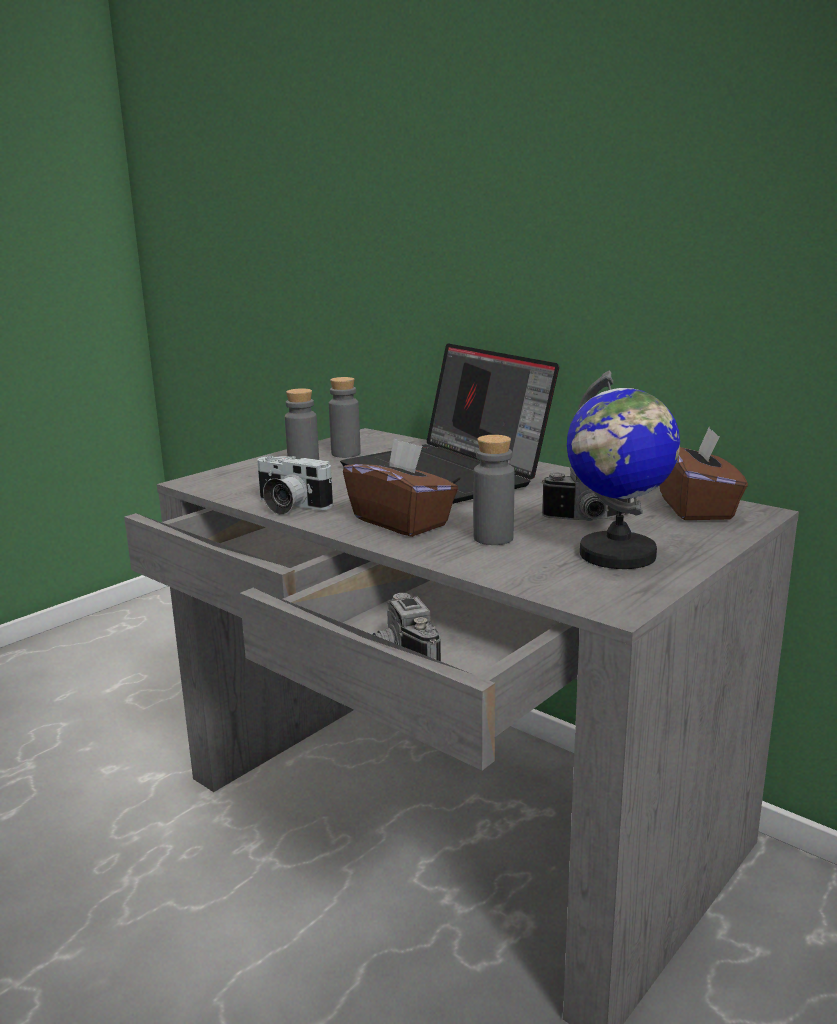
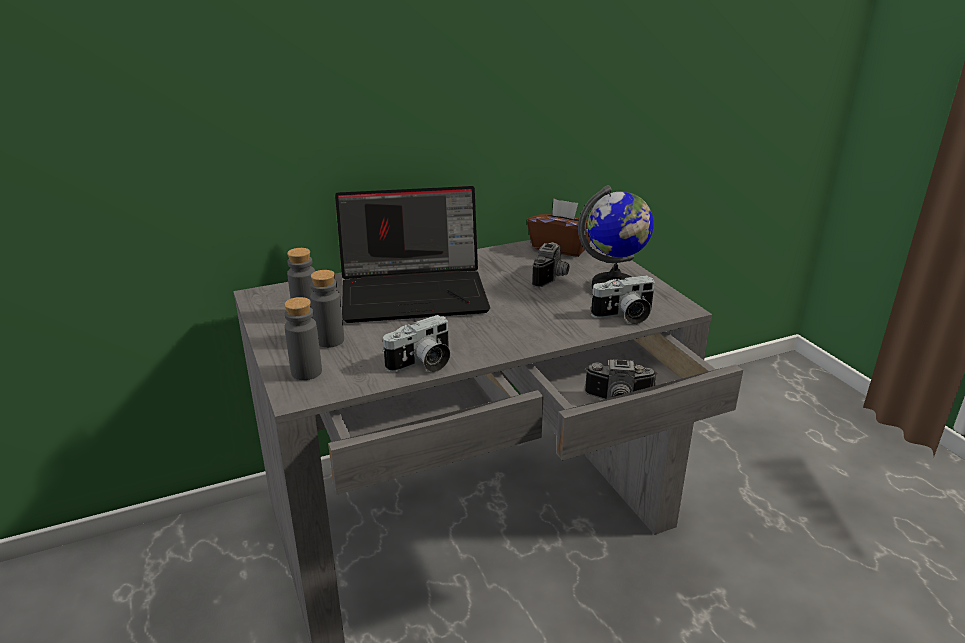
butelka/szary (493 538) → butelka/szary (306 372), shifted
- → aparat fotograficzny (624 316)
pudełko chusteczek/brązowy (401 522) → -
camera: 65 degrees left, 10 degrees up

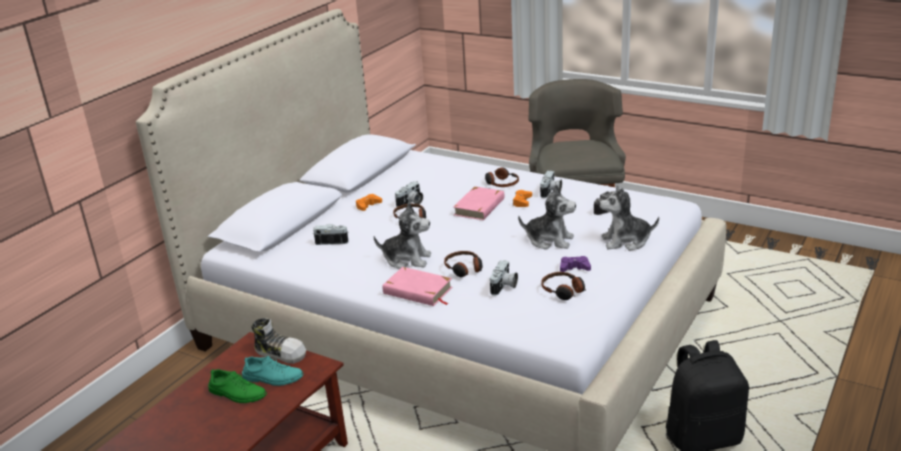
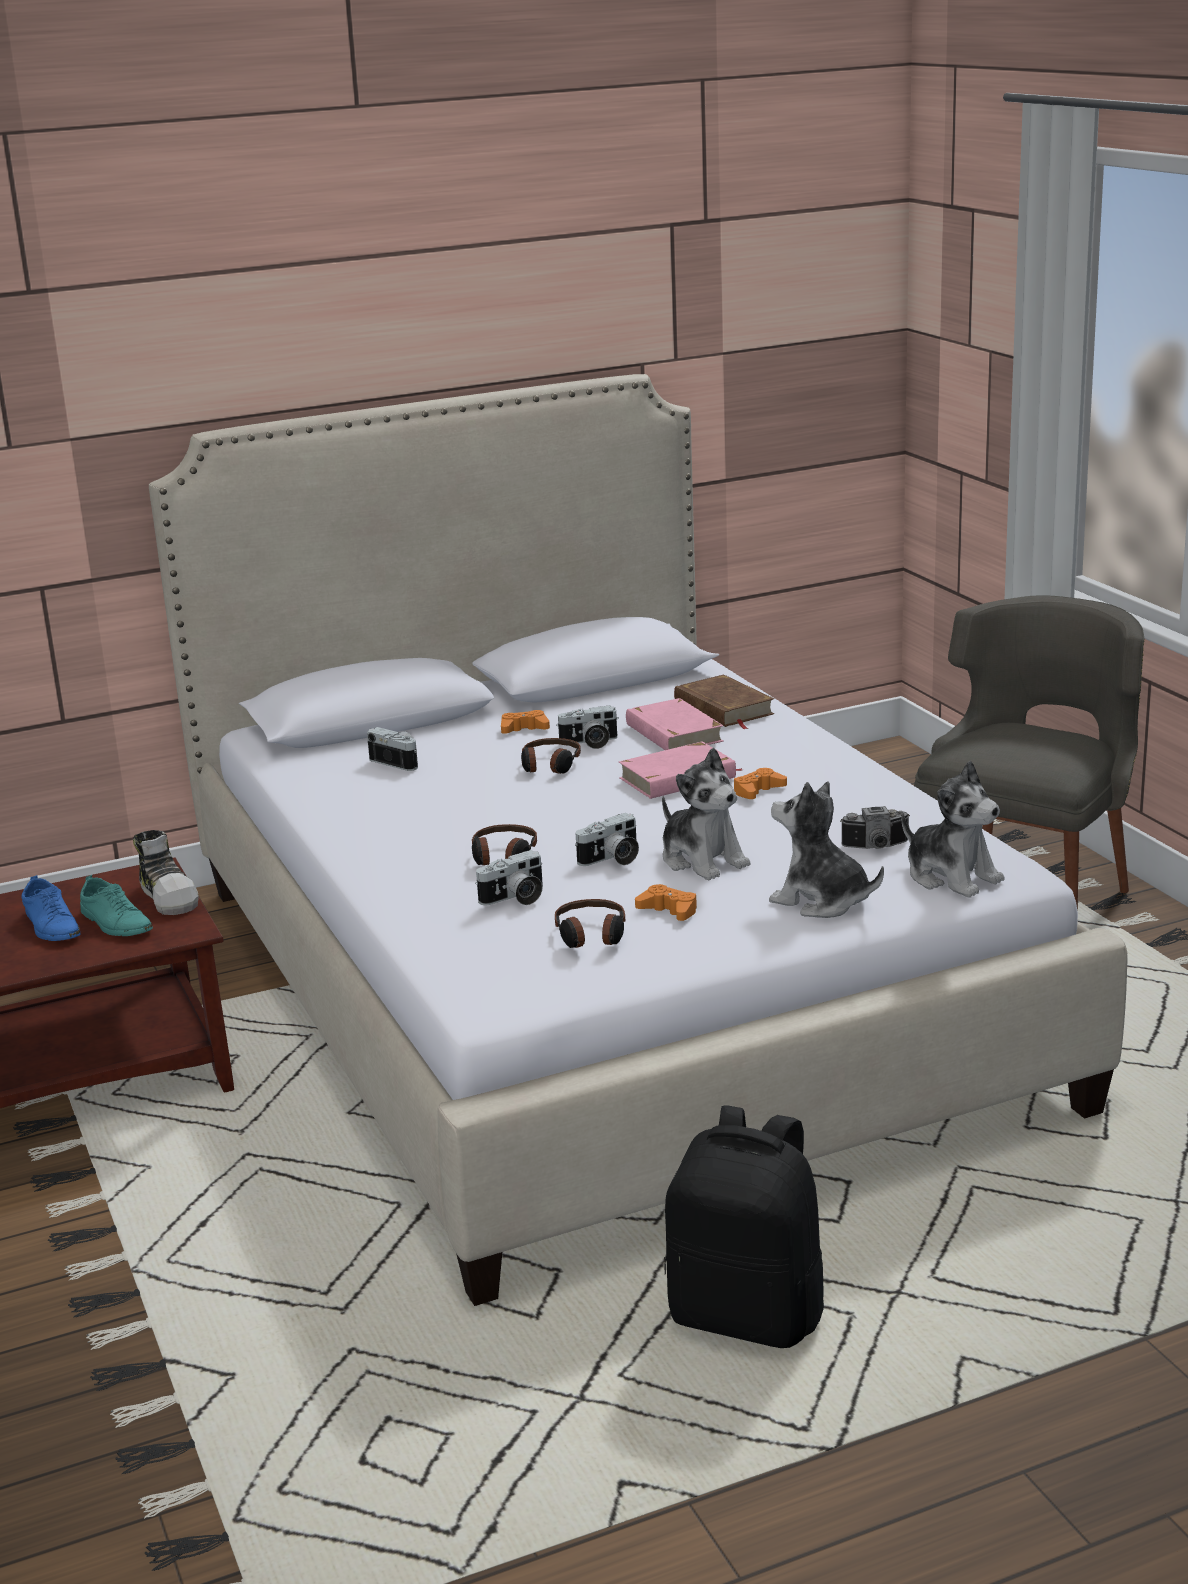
but/zielony (237 394) → but/niebieski (52 925)
aparat fotograficzny (551 192) → aparat fotograficzny (612 859), shifted
książka/różowy (418 291) → książka/różowy (673 733), shifted
pad do gier/fioletowy (574 268) → pad do gier/pomarańczowy (669 910)
- → książka/brązowy (723 708)
pluszak (407 259) → pluszak (952 876), shifted
słuchawki (501 183) → -
camera: 35 degrees right, 5 degrees down

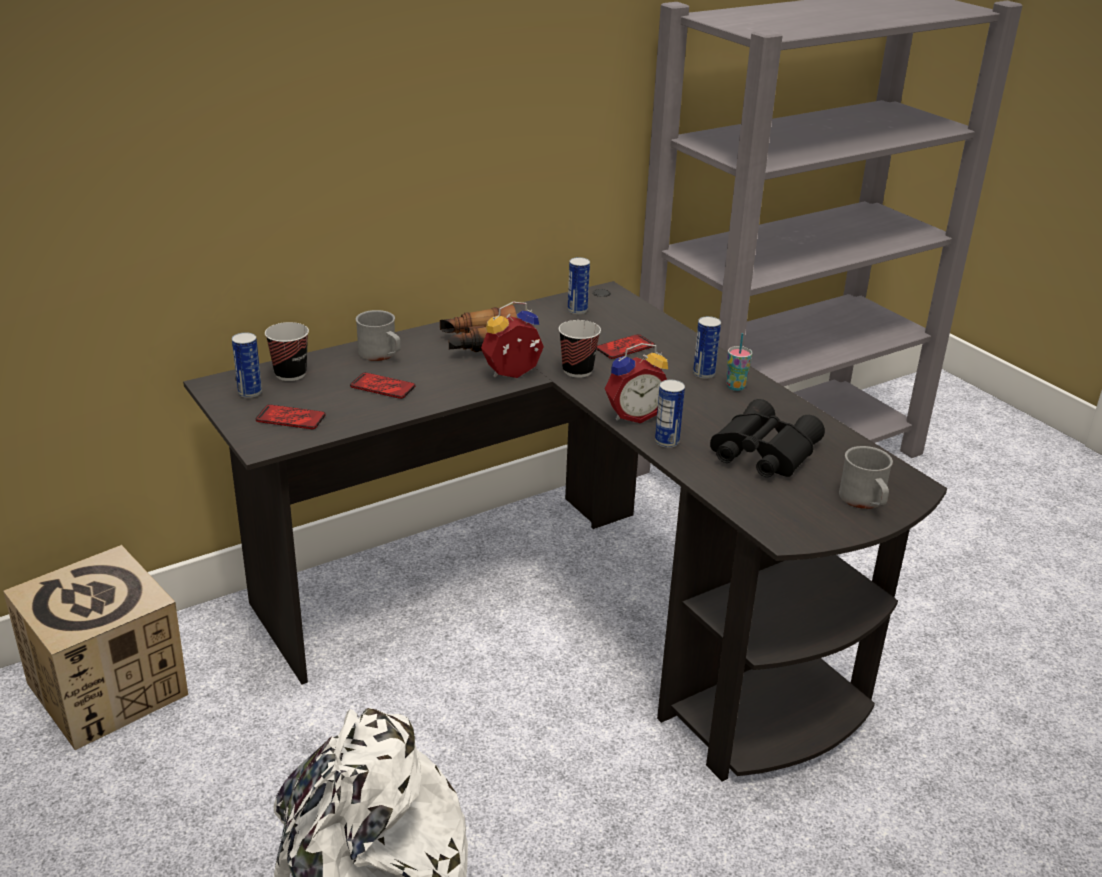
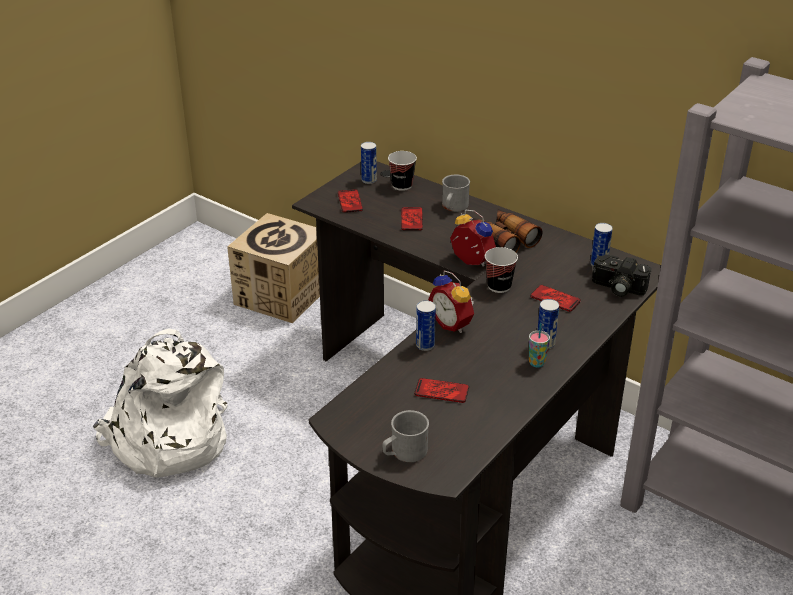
lornetka/czarny (761 452) → telefon (441 391)
- → aparat fotograficzny (617 288)
camera: 70 degrees right, 5 degrees up

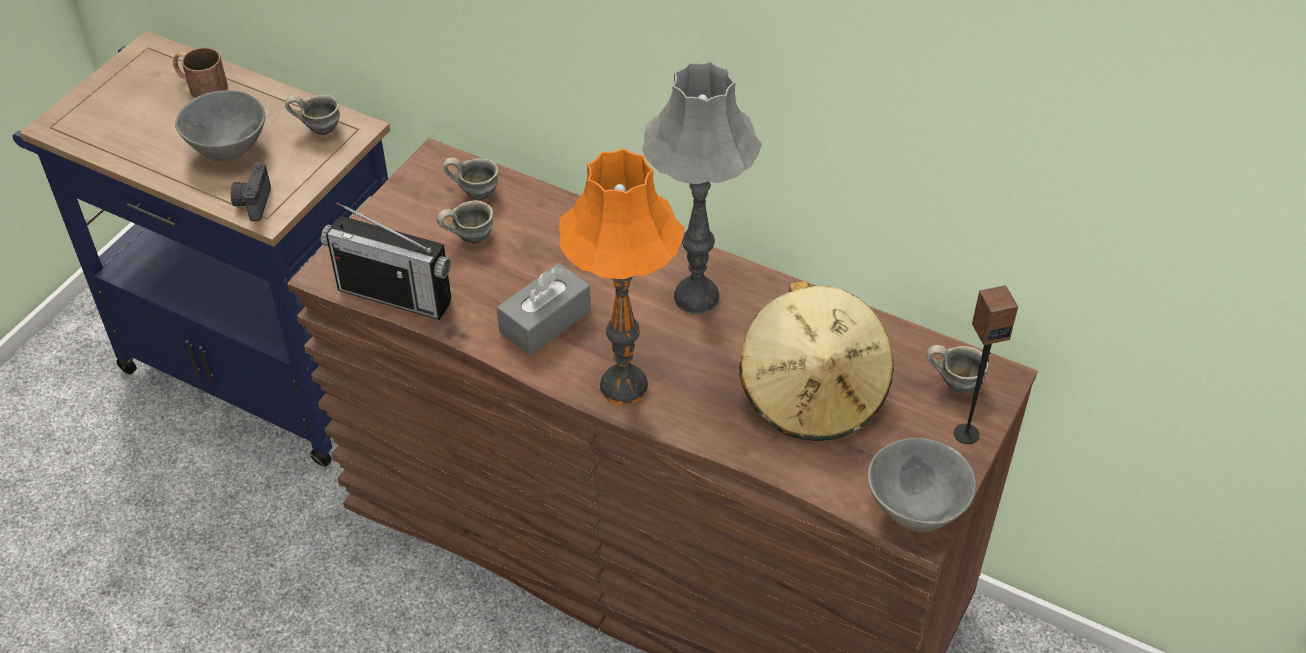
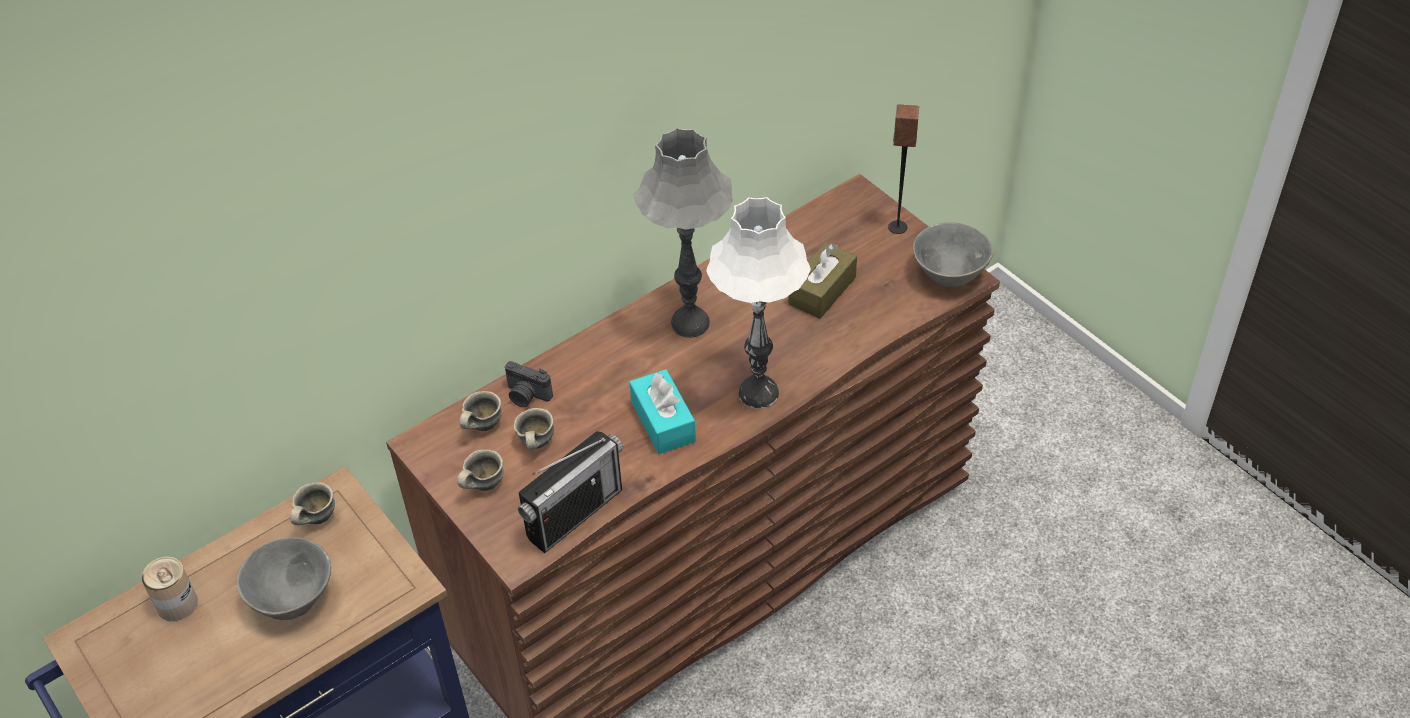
kubek/brązowy (200 85) → puszka (177 604)
kubek/szary (955 381) → kubek/szary (482 485), shifted
aparat fotograficzny (252 203) → aparat fotograficzny (526 396), shifted
pudełko chusteczek/szary (545 321) → pudełko chusteczek/turkusowy (663 421)
lampa stołowa/pomarańczowy (624 386) → lampa stołowa/biały (759 393)
kapelusz/beżowy (813 394) → pudełko chusteczek/brązowy (822 290)
camera: 65 degrees left, 0 degrees up

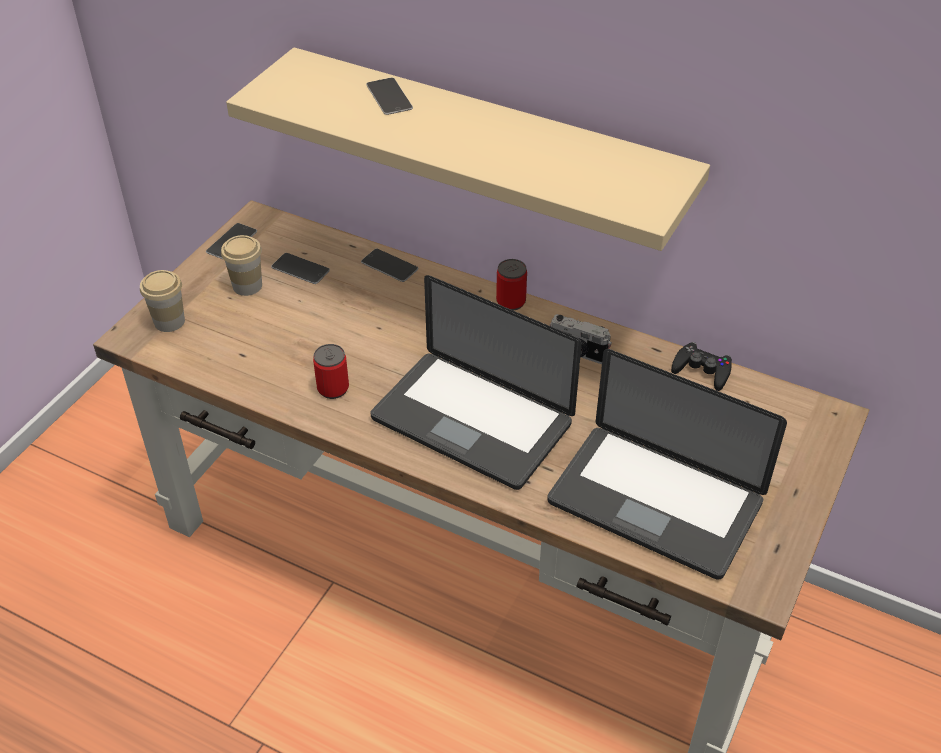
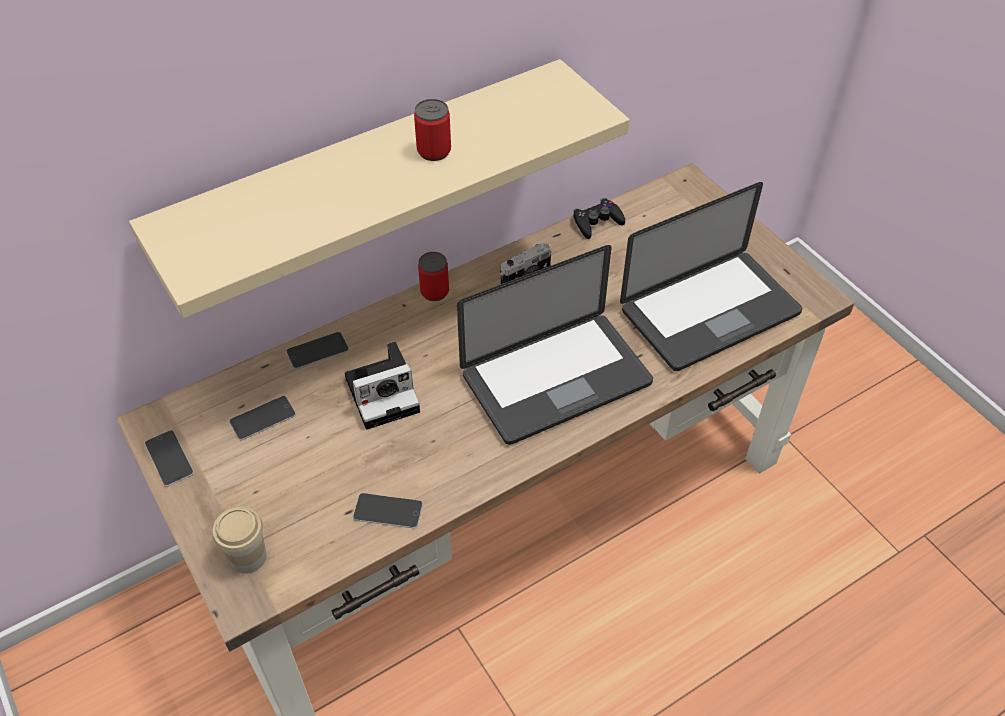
- → aparat fotograficzny (385 393)
telefon (389 96) → telefon (388 511), shifted
puszka (333 388) → puszka (434 151), shifted
filiżanka (247 286) → -
camera: 60 degrees left, 5 degrees up

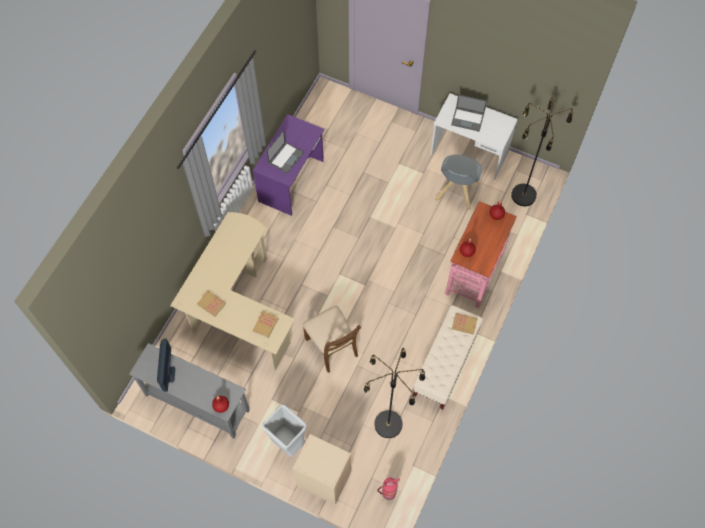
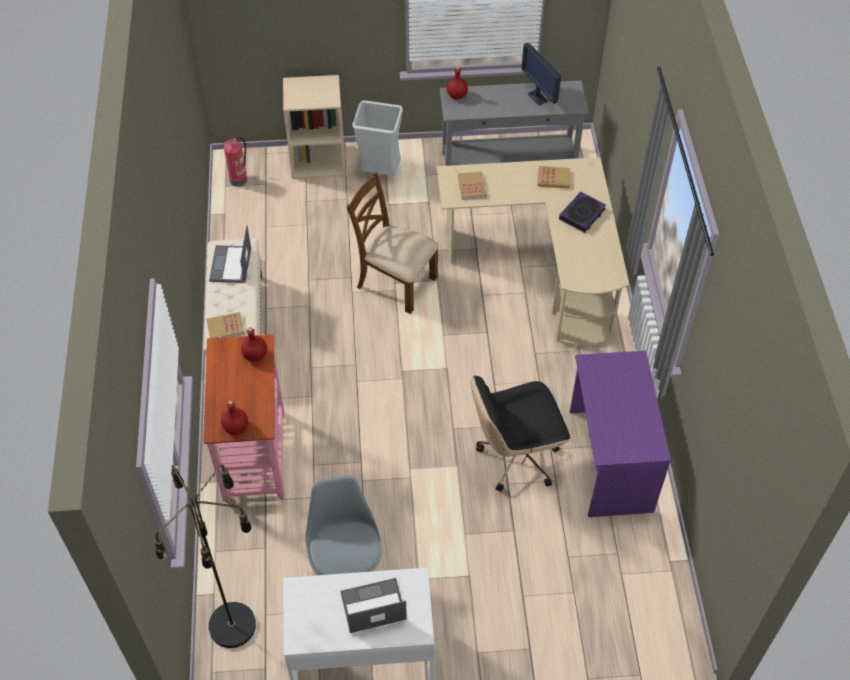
laptop (286 157) → laptop (230 265), shifted
- → krzesło biurowe/czarny (515 459)
- → książka (582 214)
lampa stojąca (388 424) → -
camera: 150 degrees right, 10 degrees down

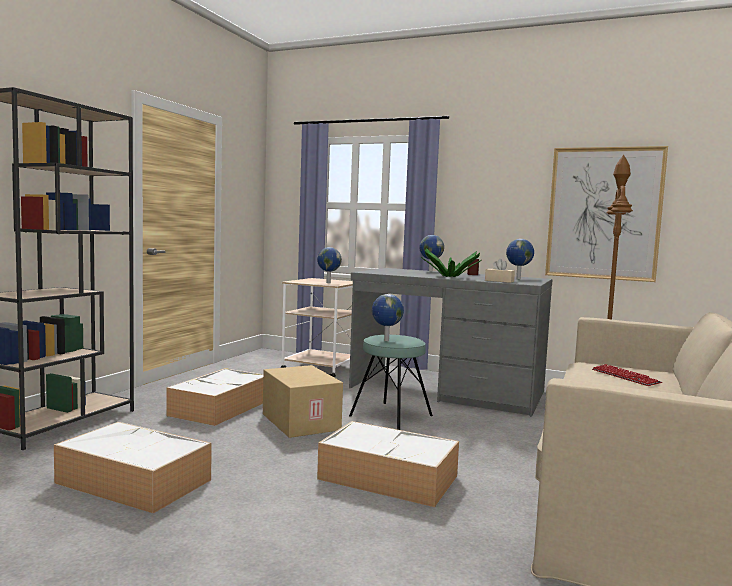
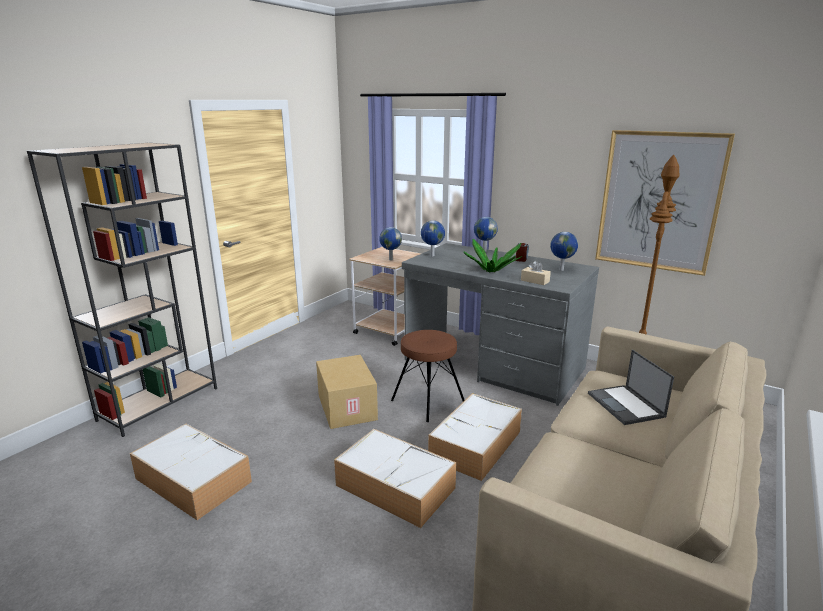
stołek/turkusowy (391 416) → stołek/brązowy (428 401)
globus (385 340) → globus (432 255), shifted
pojemnik do przechowywania (219 408) → pojemnik do przechowywania (475 446), shifted
klawiatura (625 377) → laptop (626 405)
camera: 10 degrees right, 15 degrees up

